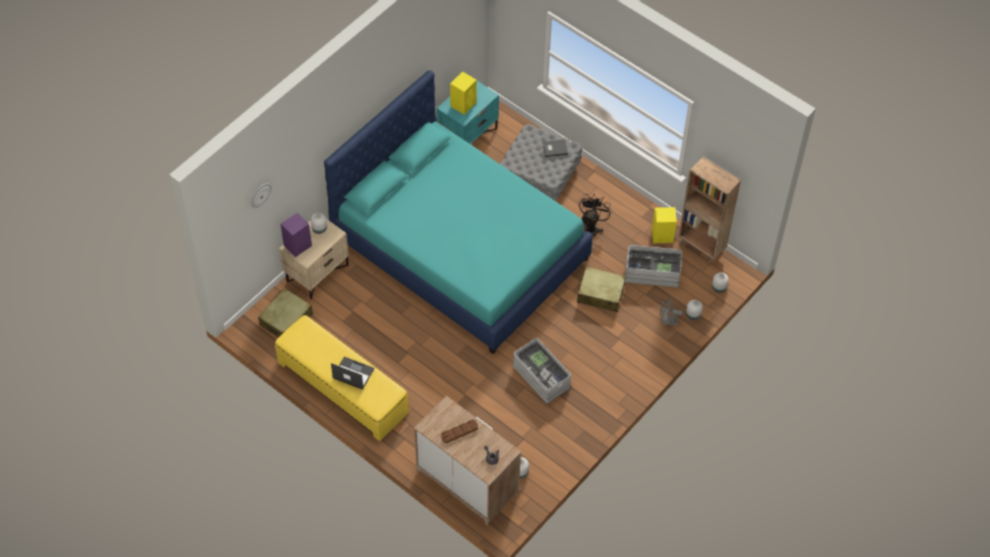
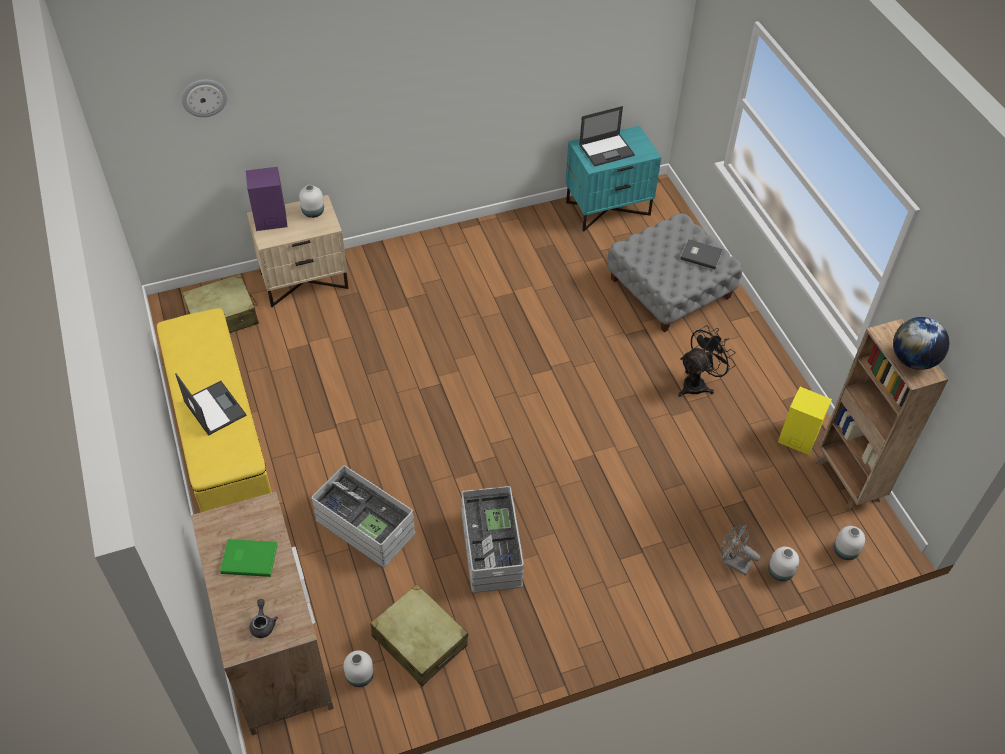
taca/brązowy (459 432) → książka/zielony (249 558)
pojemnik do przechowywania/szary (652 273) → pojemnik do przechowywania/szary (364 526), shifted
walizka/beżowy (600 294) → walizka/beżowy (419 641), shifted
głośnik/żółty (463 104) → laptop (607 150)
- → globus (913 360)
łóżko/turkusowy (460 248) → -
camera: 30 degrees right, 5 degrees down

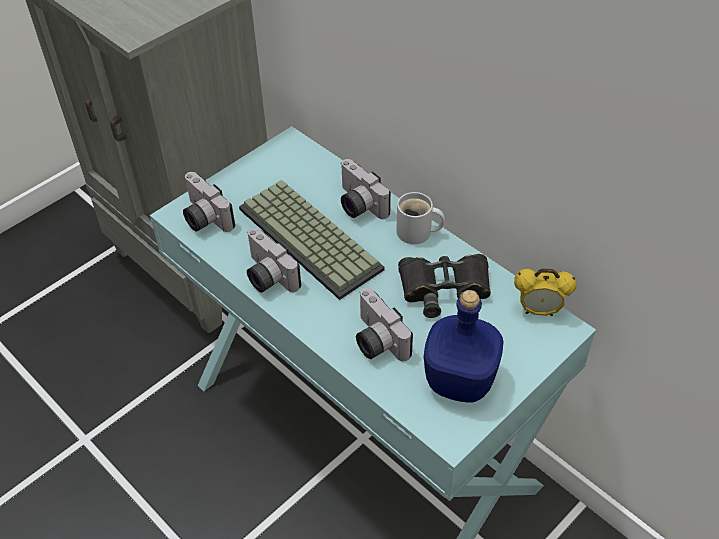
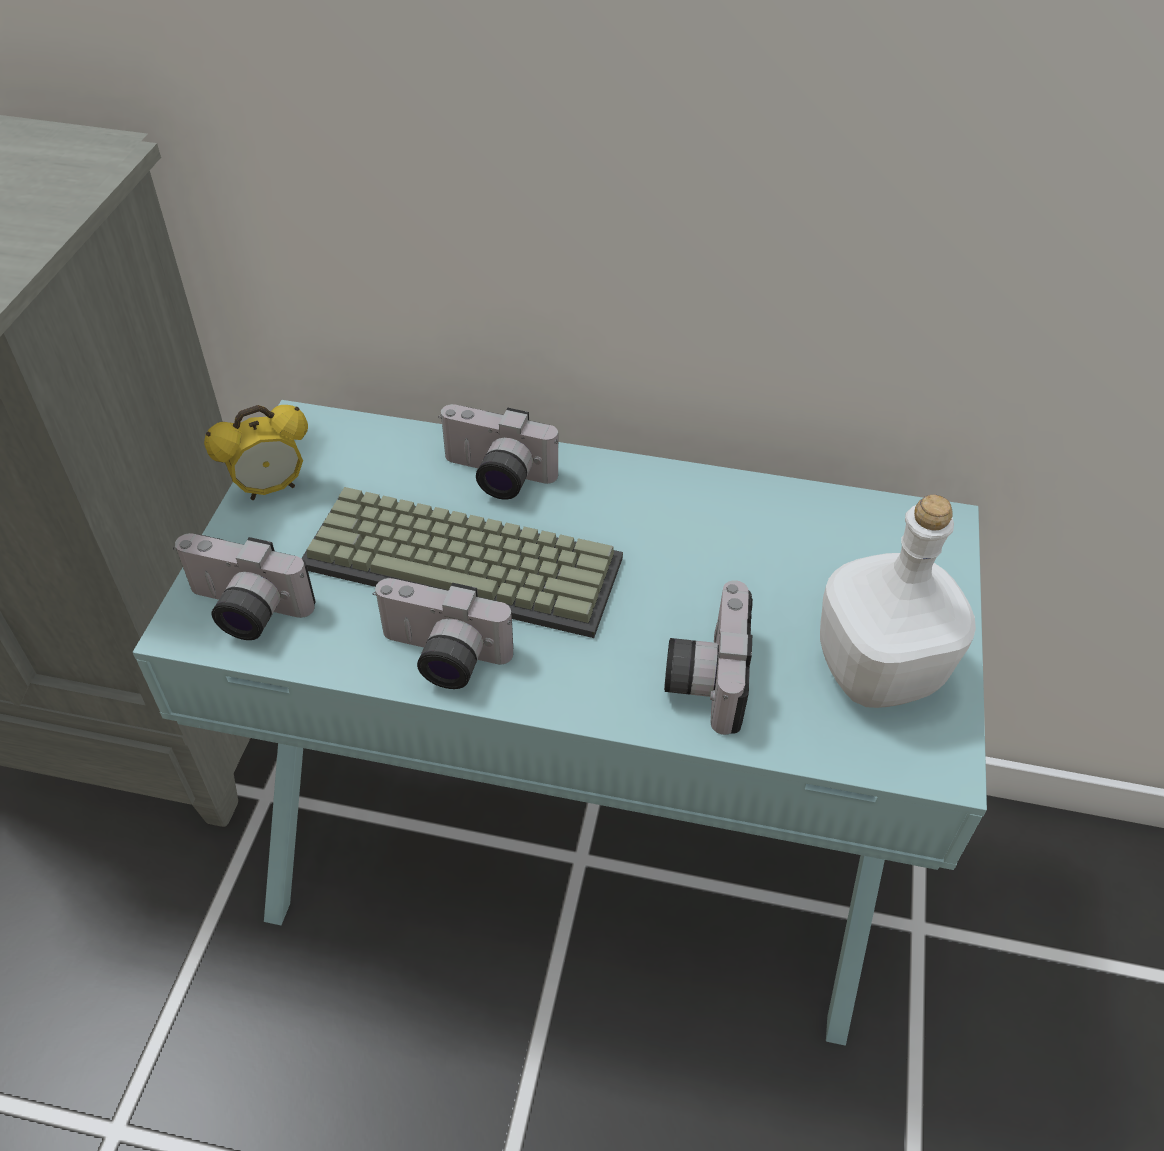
budzik (538 311) → budzik (271 488), shifted
aparat fotograficzny (375 341) → aparat fotograficzny (704 674), 75 degrees clockwise
butelka/niebieski (458 380) → butelka/biały (874 672)
kubek/biały (417 233) → -
lornetka/czarny (445 289) → -
camera: 35 degrees left, 0 degrees up

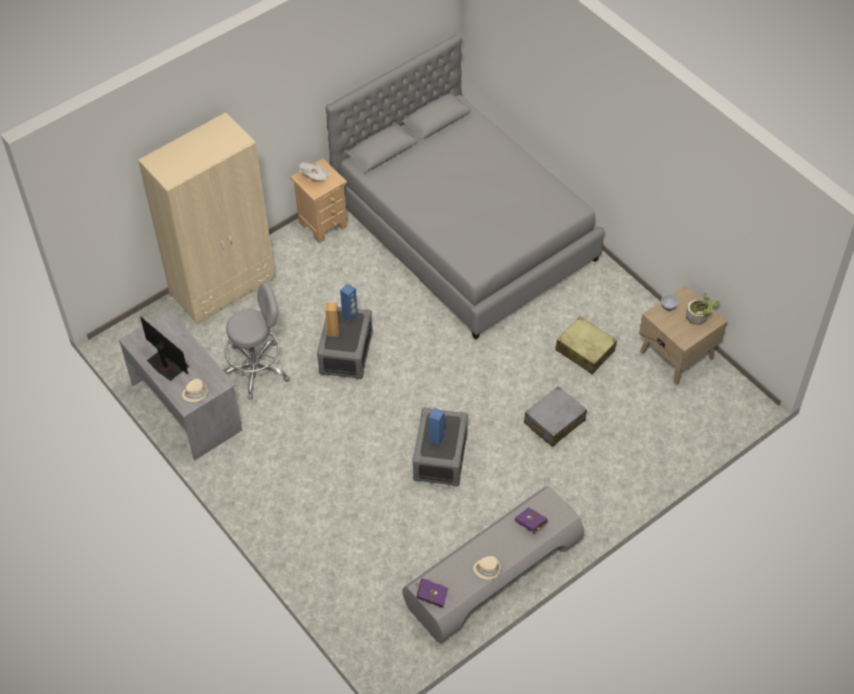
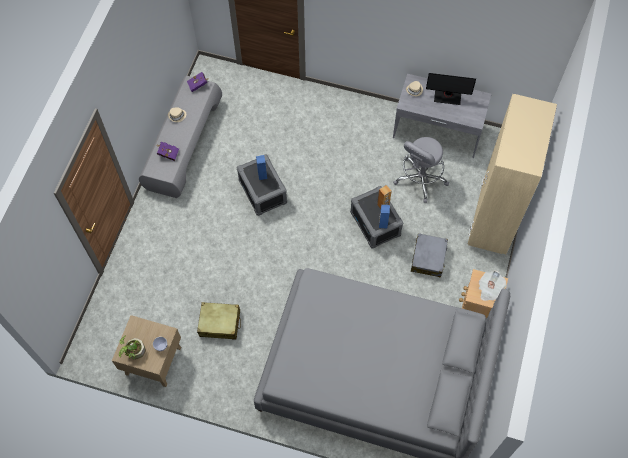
walizka/szary (554 422) → walizka/szary (428 258), shifted
camera: 145 degrees right, 10 degrees up

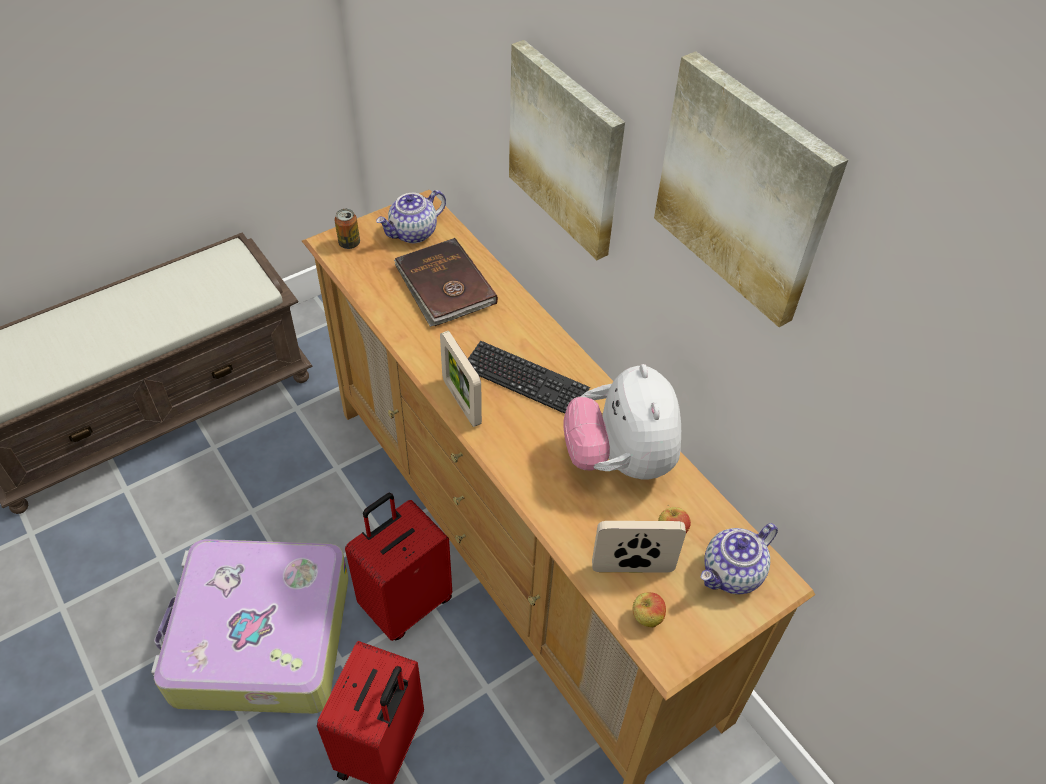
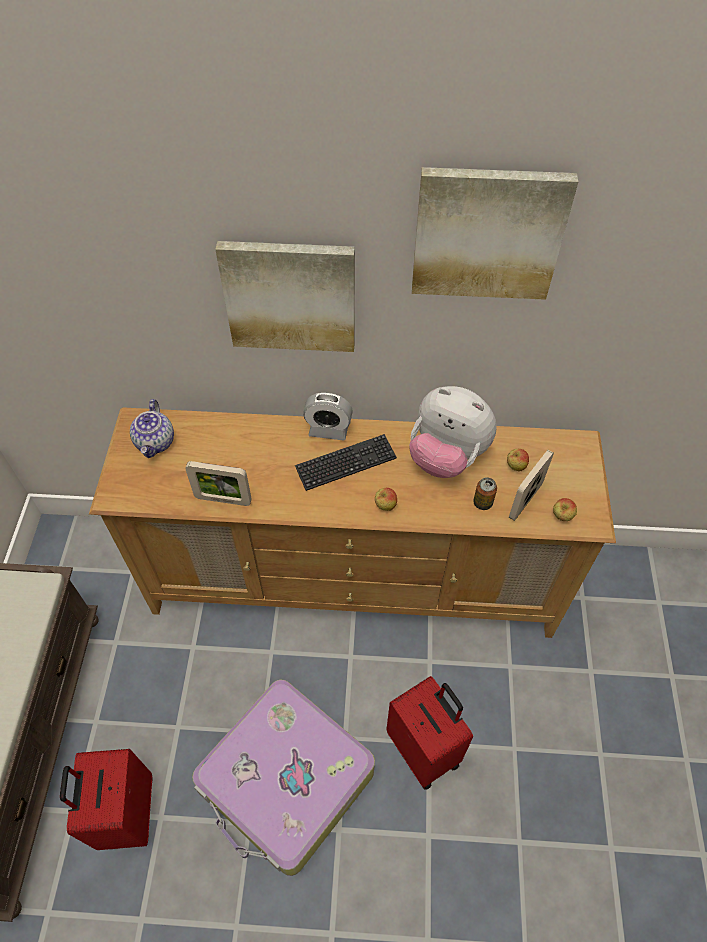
walizka/czerwony (405 603) → walizka/czerwony (126 812), shifted
ramka na zdjęcie (461 402) → ramka na zdjęcie (223 500), shifted
- → budzik (328 430)
- → jabłko (385 506)
puszka (349 243) → puszka (482 503), shifted
książka/brązowy (444 286) → -
imbryk (732 574) → -
camera: 50 degrees left, 5 degrees up

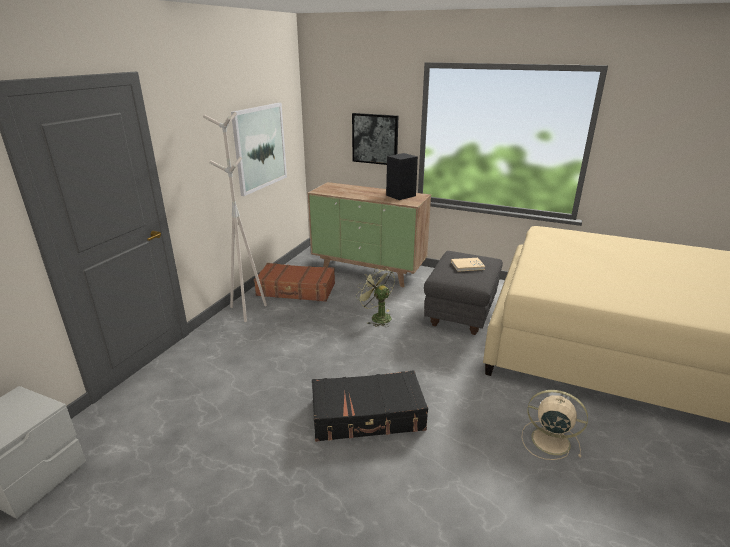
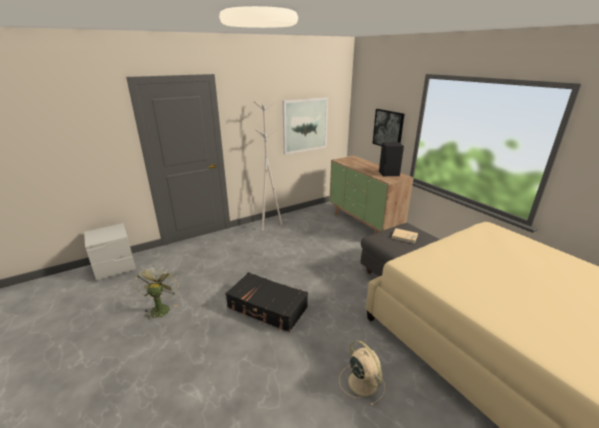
wentylator/zielony (377 317) → wentylator/zielony (160 308), shifted
walizka/brązowy (296 290) → -
camera: 35 degrees right, 0 degrees up

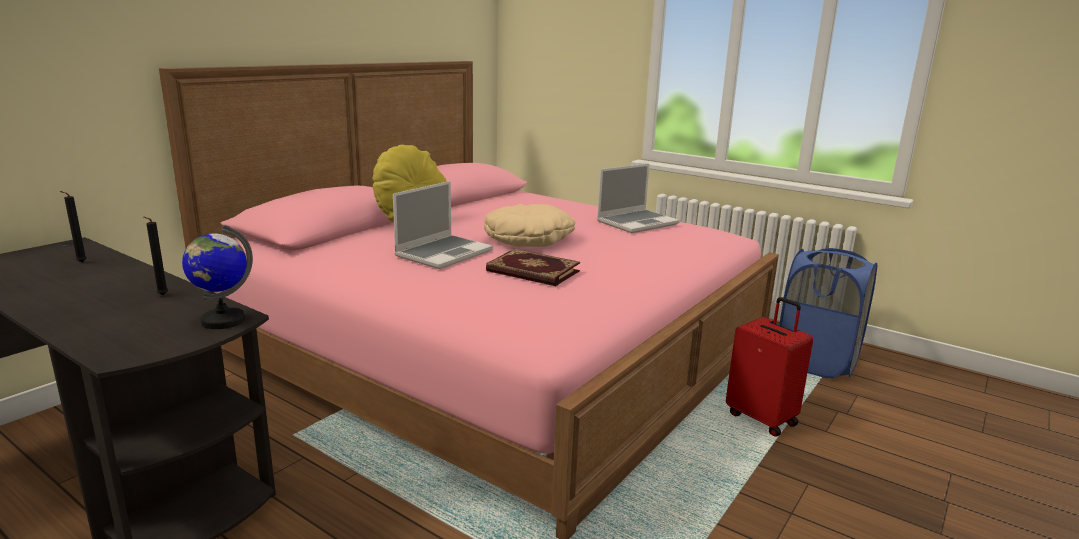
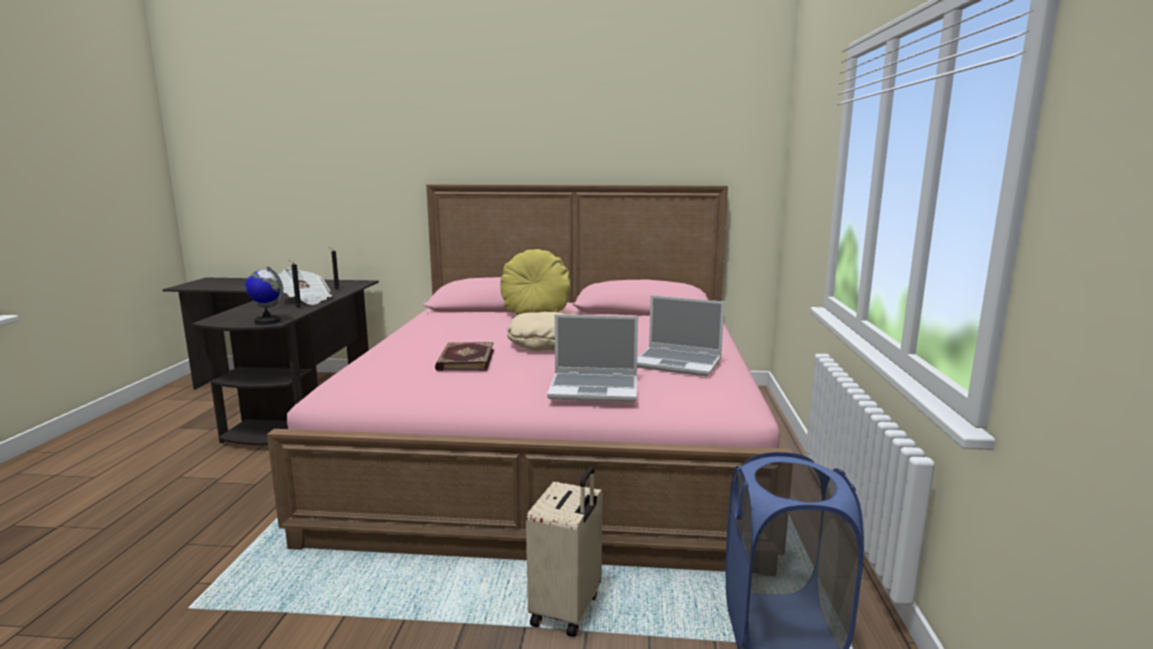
- → gazeta (305 300)
walizka/czerwony (762 418) → walizka/beżowy (567 610)
laptop (444 253) → laptop (595 389), shifted
camera: 60 degrees right, 5 degrees down

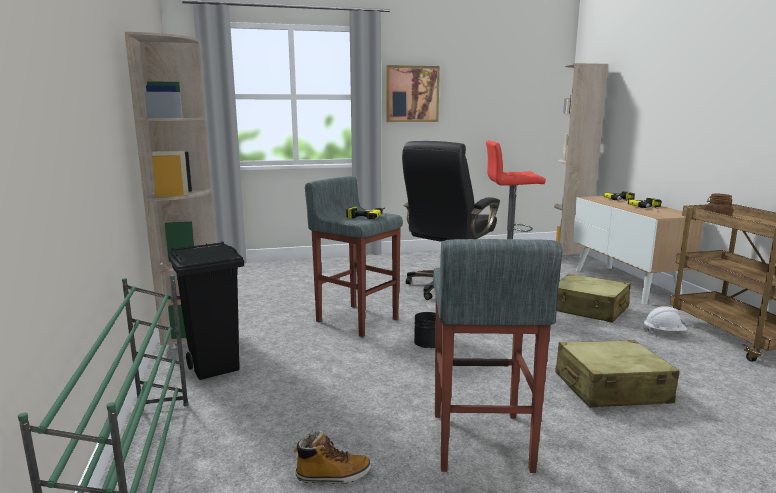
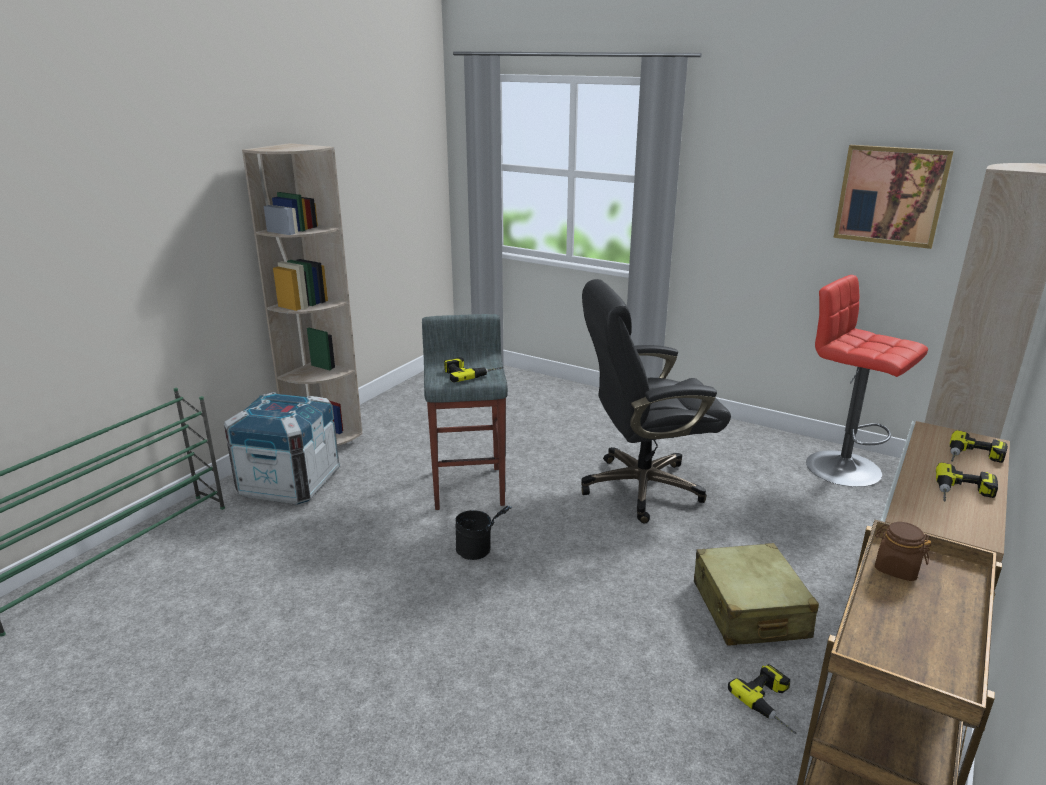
kosz na śmieci/czarny (215 368) → skrzynka (289 483)
kask/biały (664 332) → wiertarka (774 703)
obraz (412 94) → obraz (891 195), shifted
but z cholewką (333 475) → -
stołek/szary (479 442) → -
walizka/beżowy (611 388) → -
camera: 45 degrees right, 10 degrees up

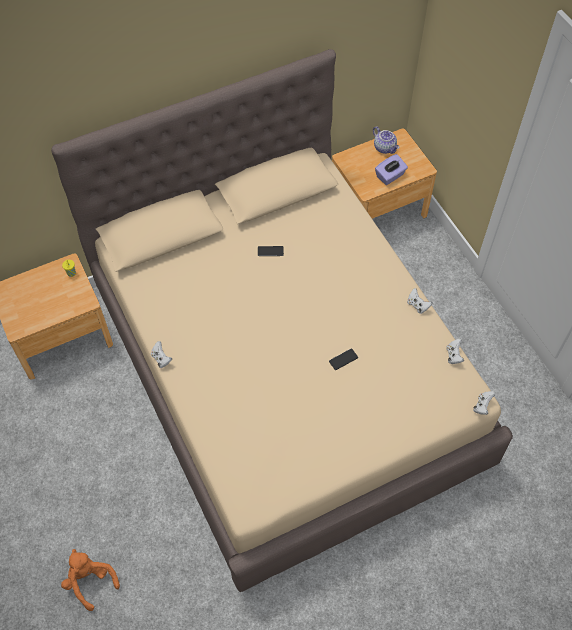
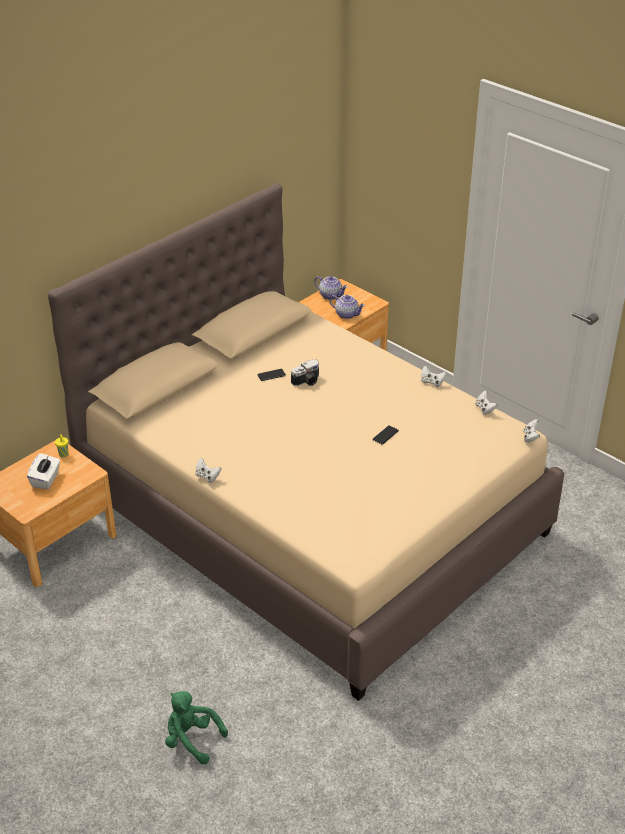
- → pudełko chusteczek/biały (46 479)
pluszak/pomarańczowy (90 581) → pluszak/zielony (191 740)
- → aparat fotograficzny (307 381)
pudełko chusteczek/fioletowy (390 176) → imbryk (347 314)
camera: 20 degrees left, 20 degrees down

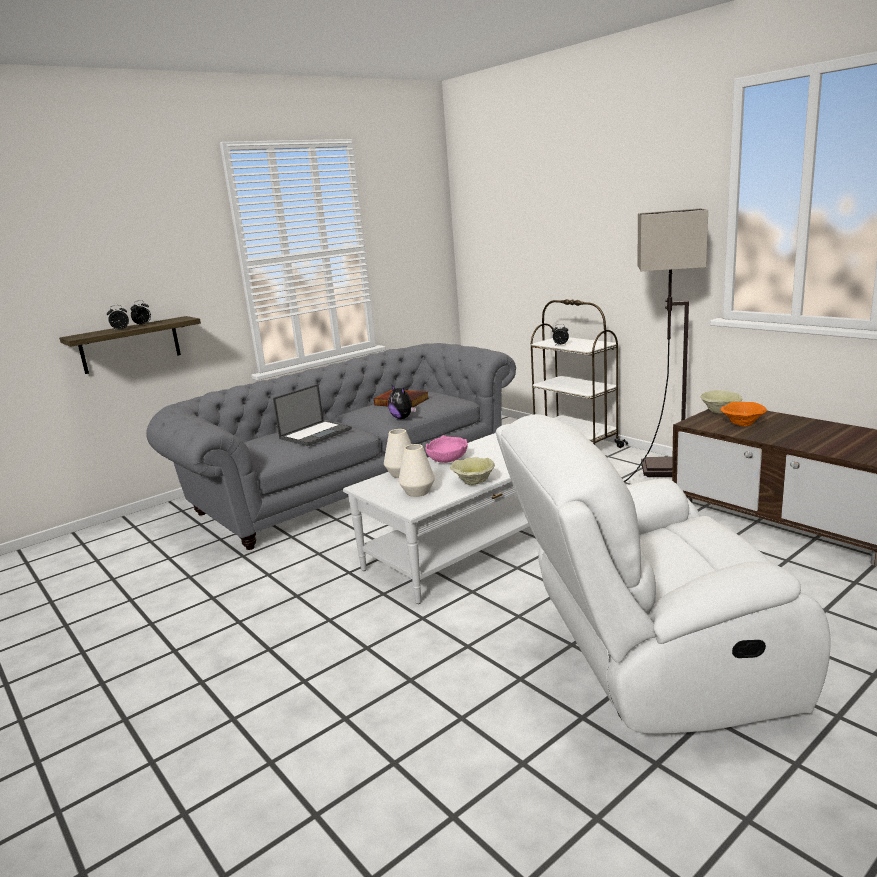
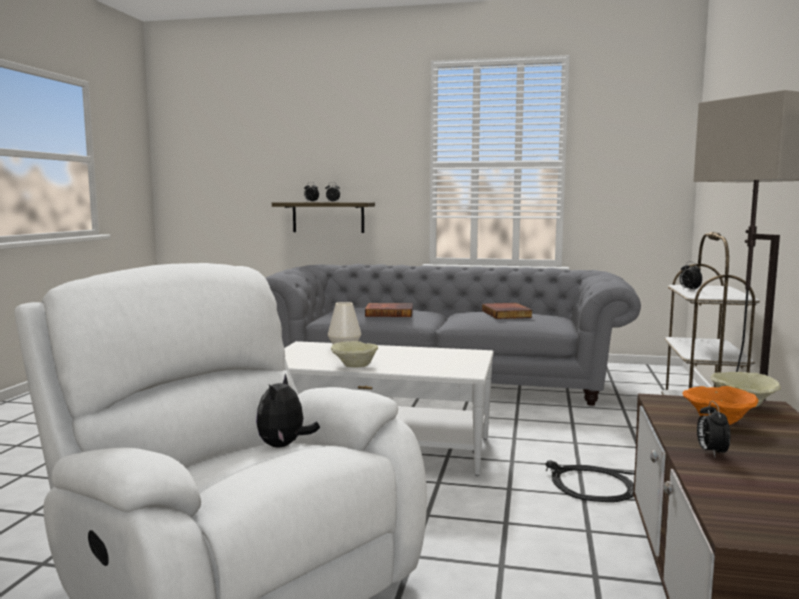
pluszak (402 418) → pluszak (284 446), shifted
laptop (316 433) → książka (389 313)
- → budzik (711 452)
wazon/biały (417 492) → -
miska/różowy (447 459) → -
camera: 50 degrees right, 10 degrees down

